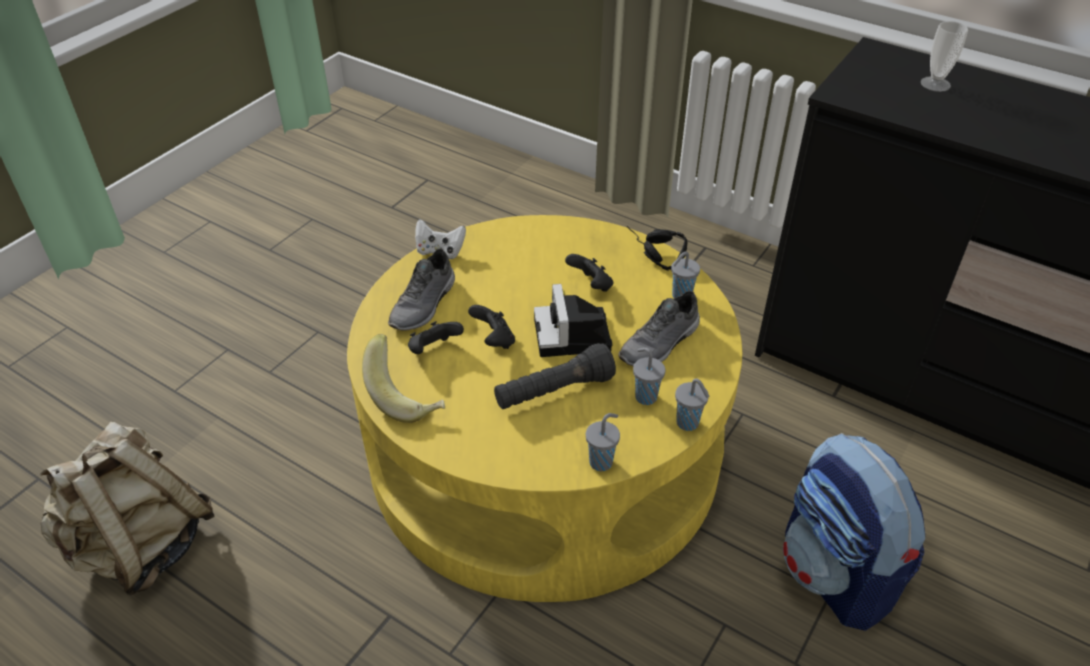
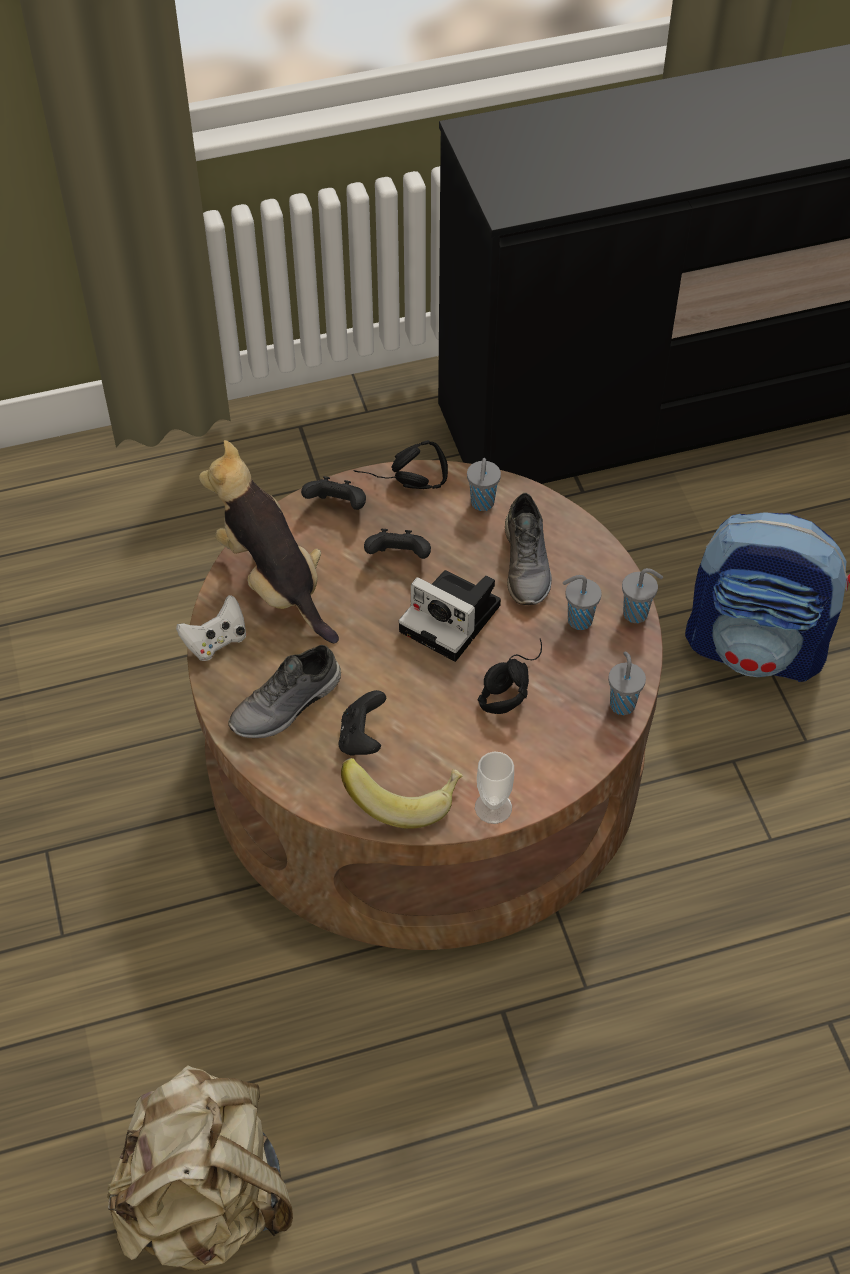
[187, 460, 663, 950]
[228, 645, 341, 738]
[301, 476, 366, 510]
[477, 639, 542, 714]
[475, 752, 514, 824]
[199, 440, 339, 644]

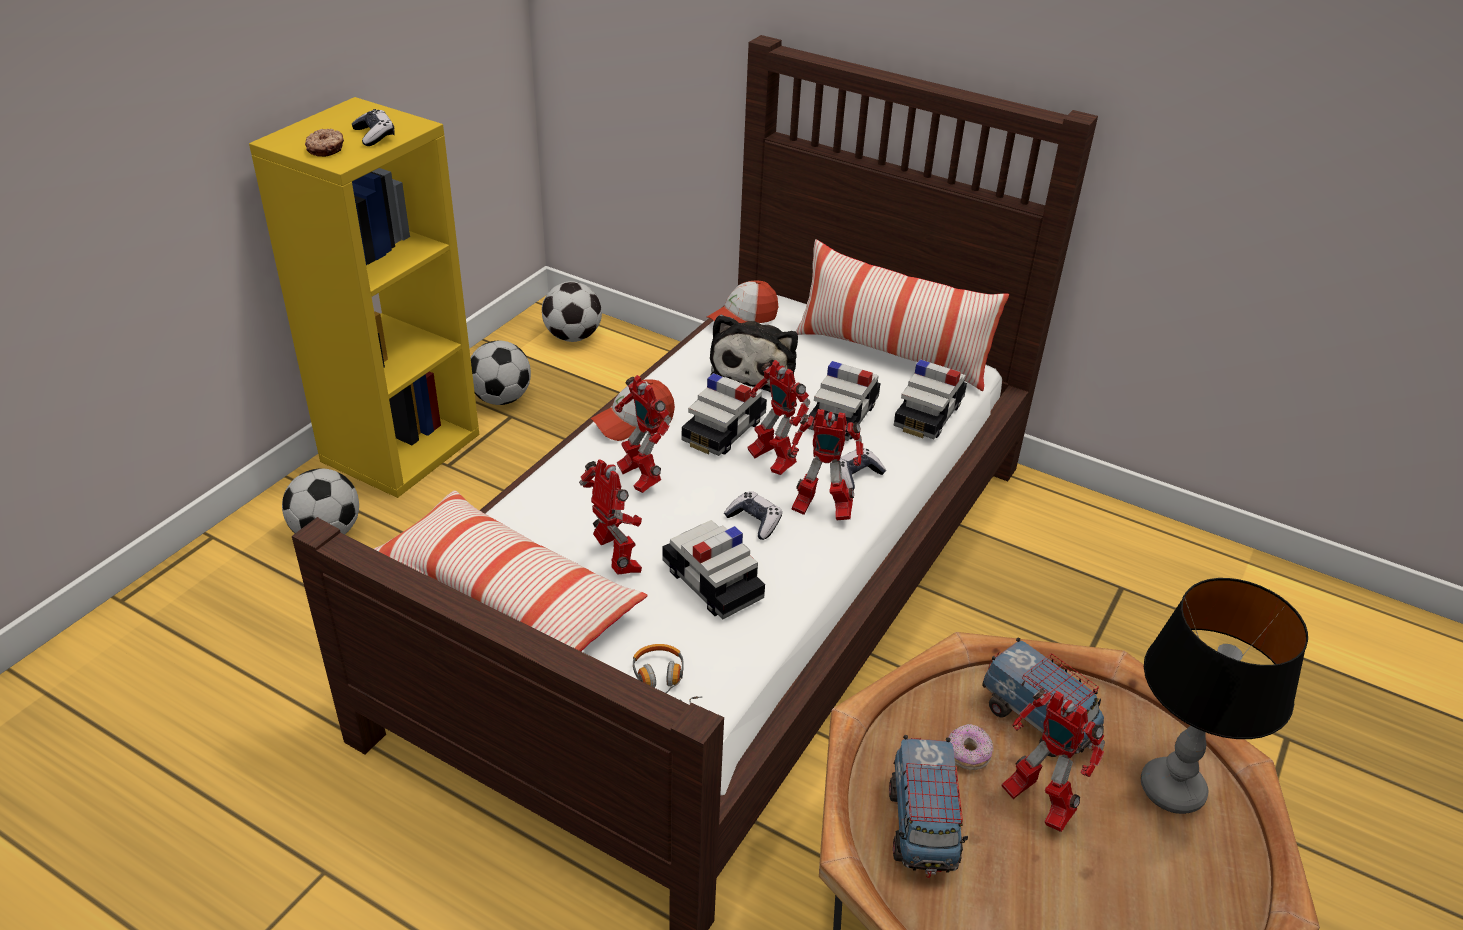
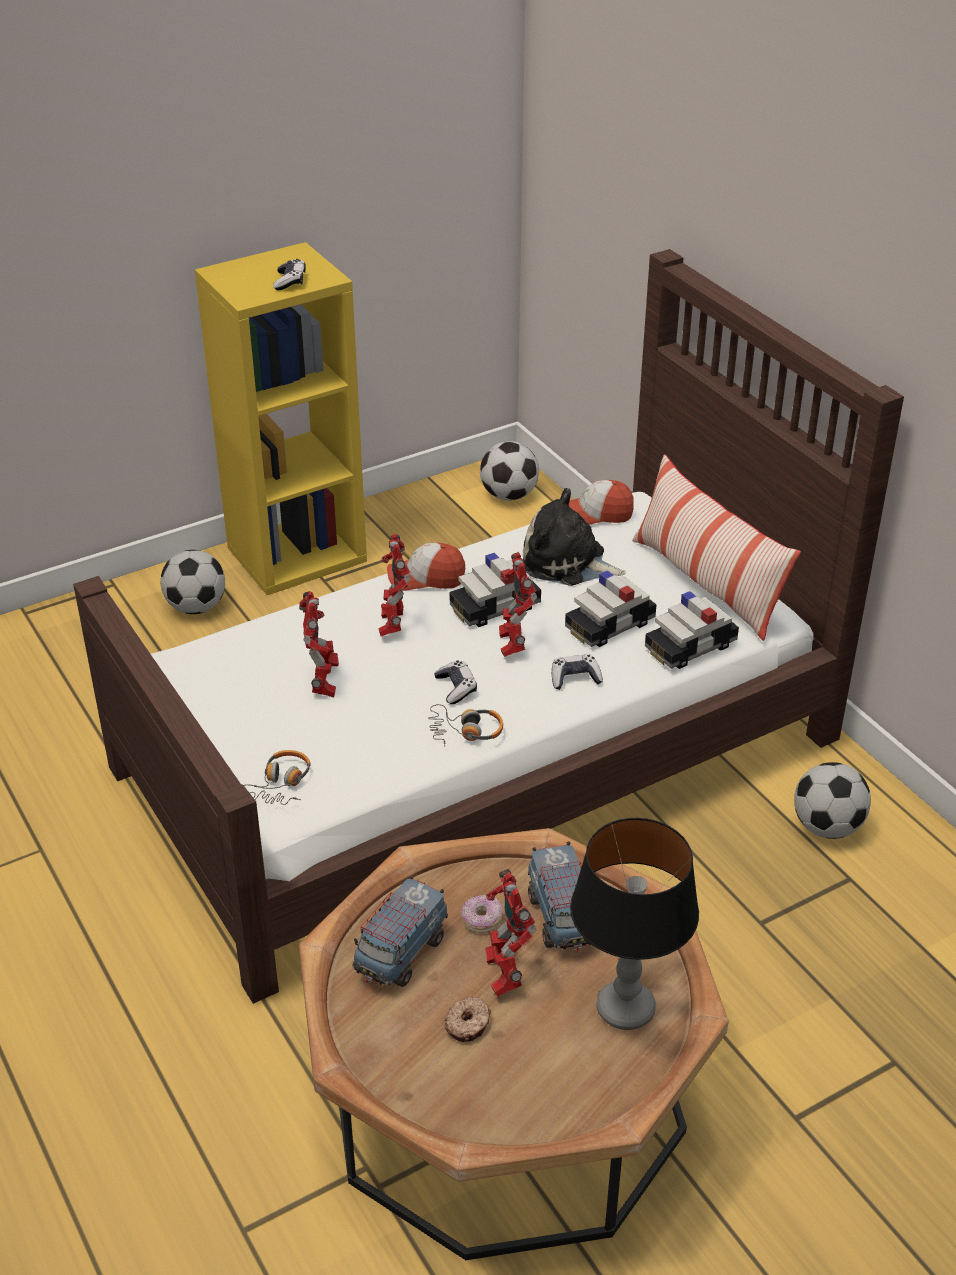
[445, 997, 491, 1042]
[374, 490, 647, 651] (first image)
[794, 762, 871, 839]
[663, 520, 765, 619] (first image)
[522, 488, 626, 586]
[790, 409, 863, 520] (first image)
[428, 704, 503, 746]

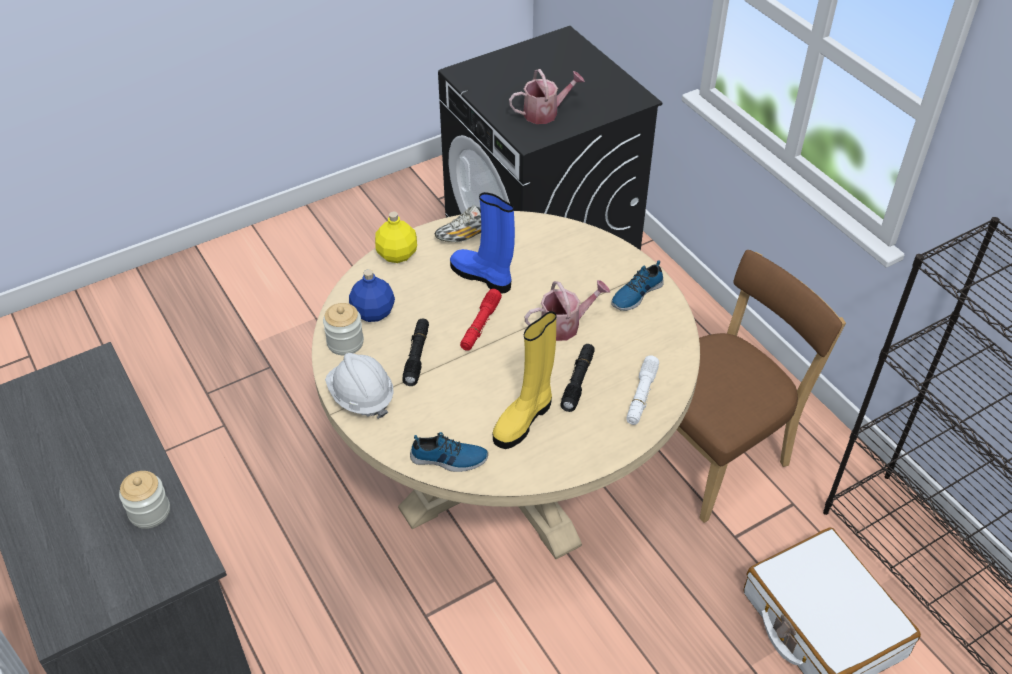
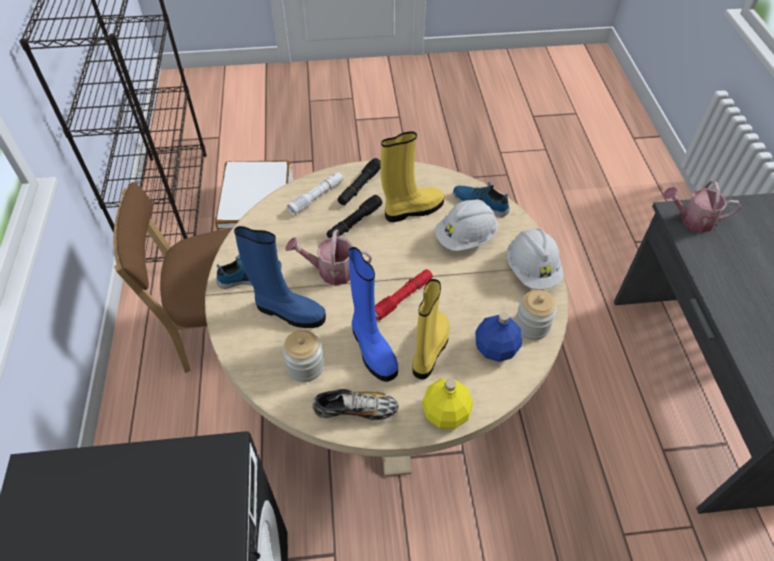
[282, 330, 324, 382]
[338, 158, 381, 205]
[662, 181, 741, 233]
[234, 226, 326, 328]
[412, 279, 450, 379]
[435, 199, 498, 251]

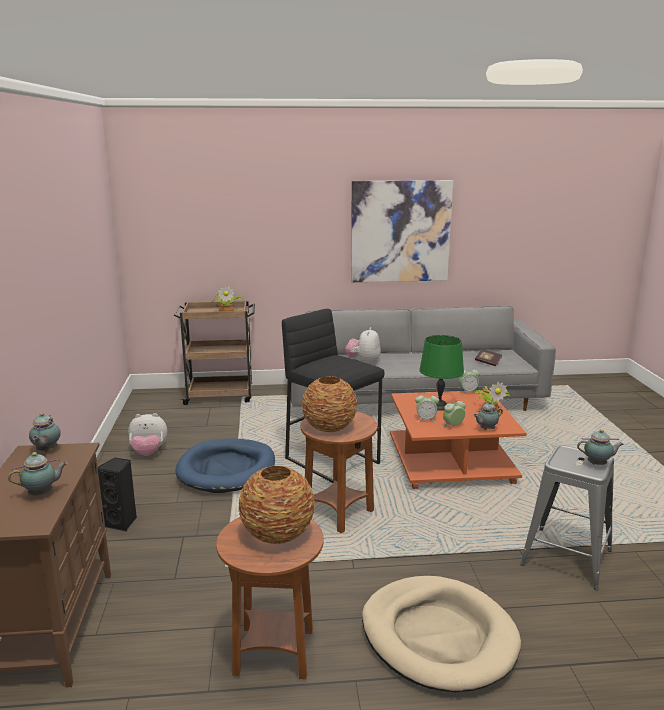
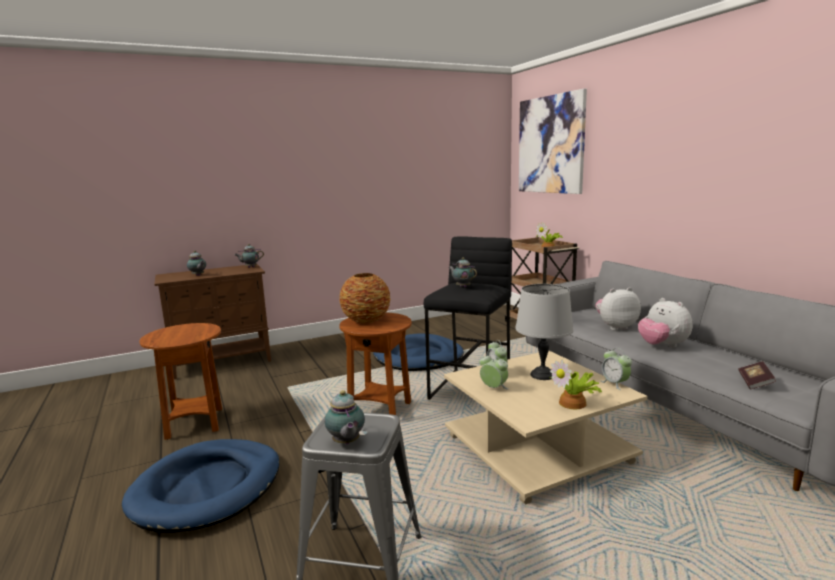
[97, 457, 137, 532] (first image)
[638, 298, 693, 348]
[239, 465, 315, 544] (first image)
[519, 89, 587, 194]
[122, 439, 279, 533]
[444, 351, 647, 504]
[515, 284, 573, 380]
[449, 257, 477, 287]

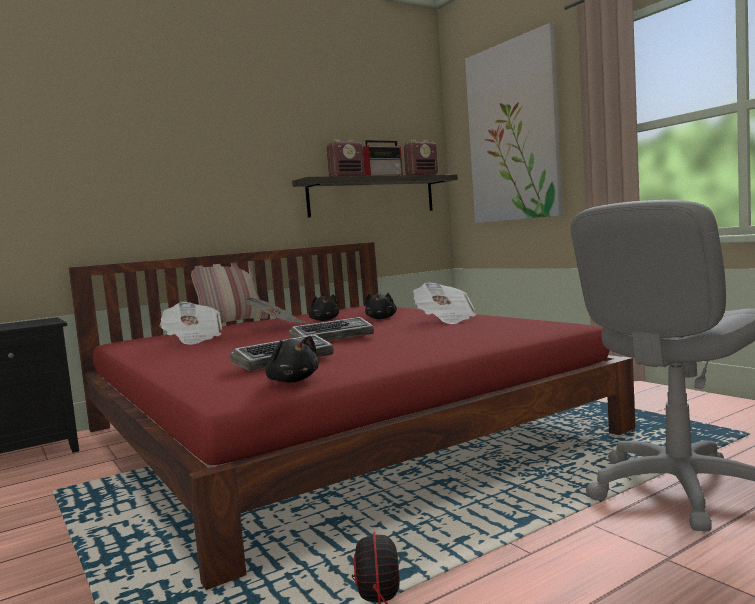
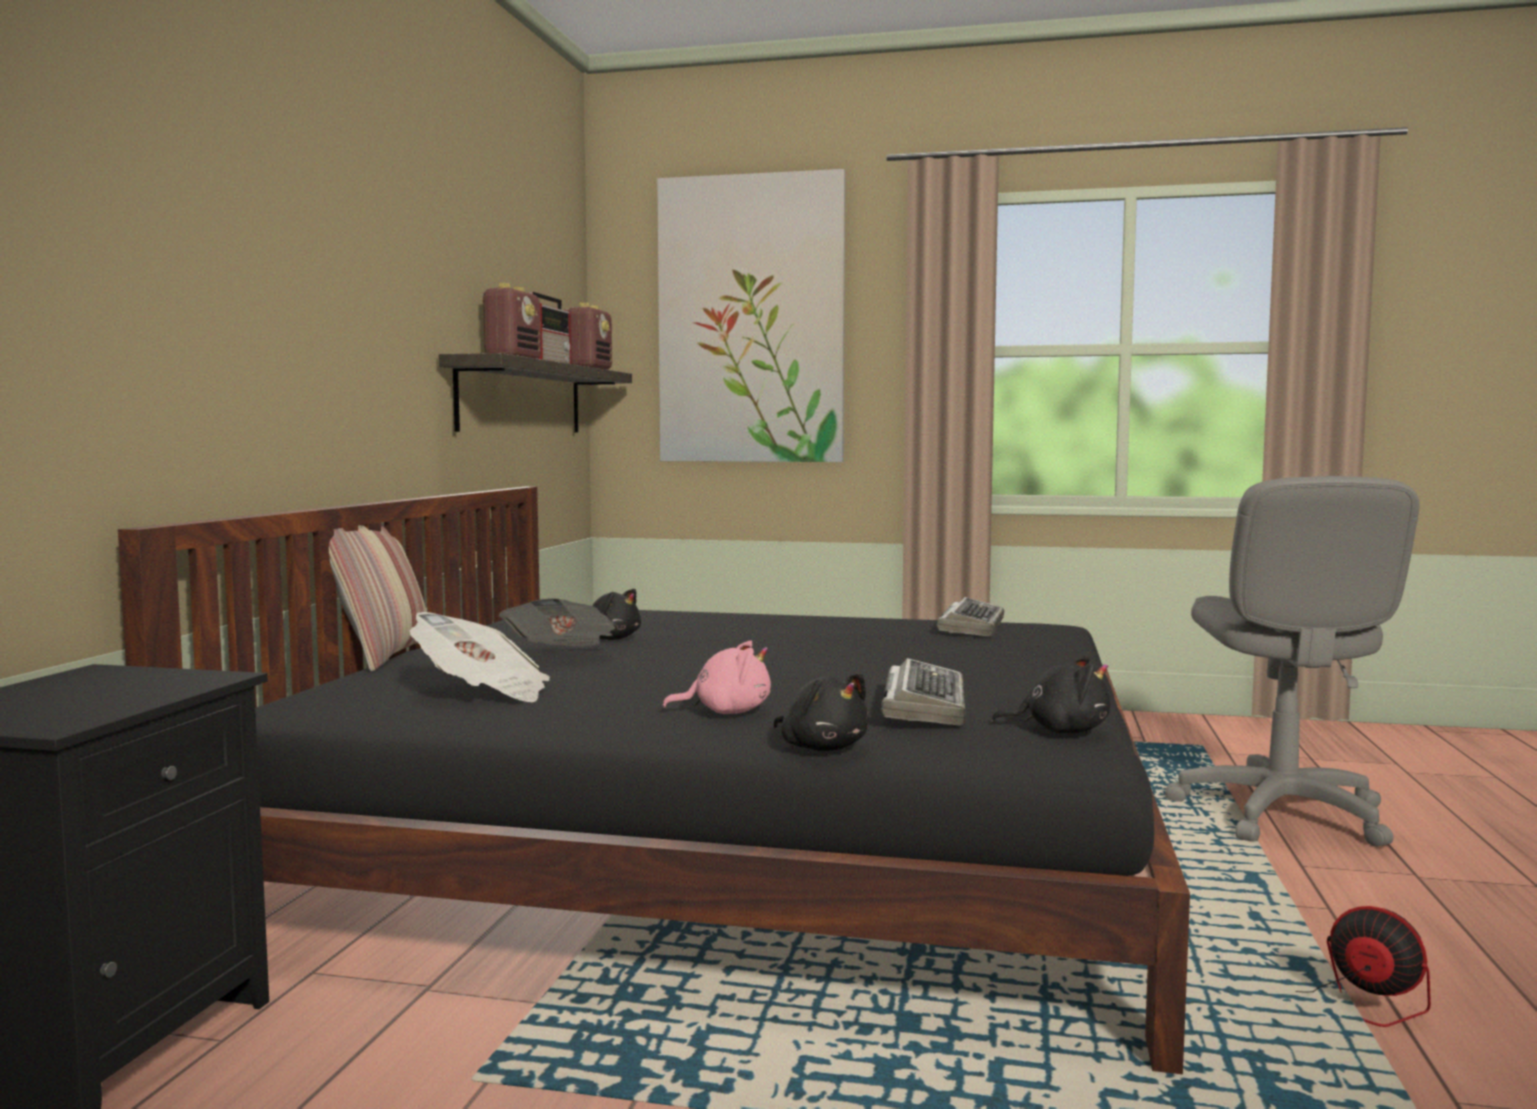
[118, 487, 1190, 1074]
[936, 597, 1004, 637]
[773, 673, 869, 751]
[413, 283, 476, 324] (first image)
[662, 641, 771, 714]

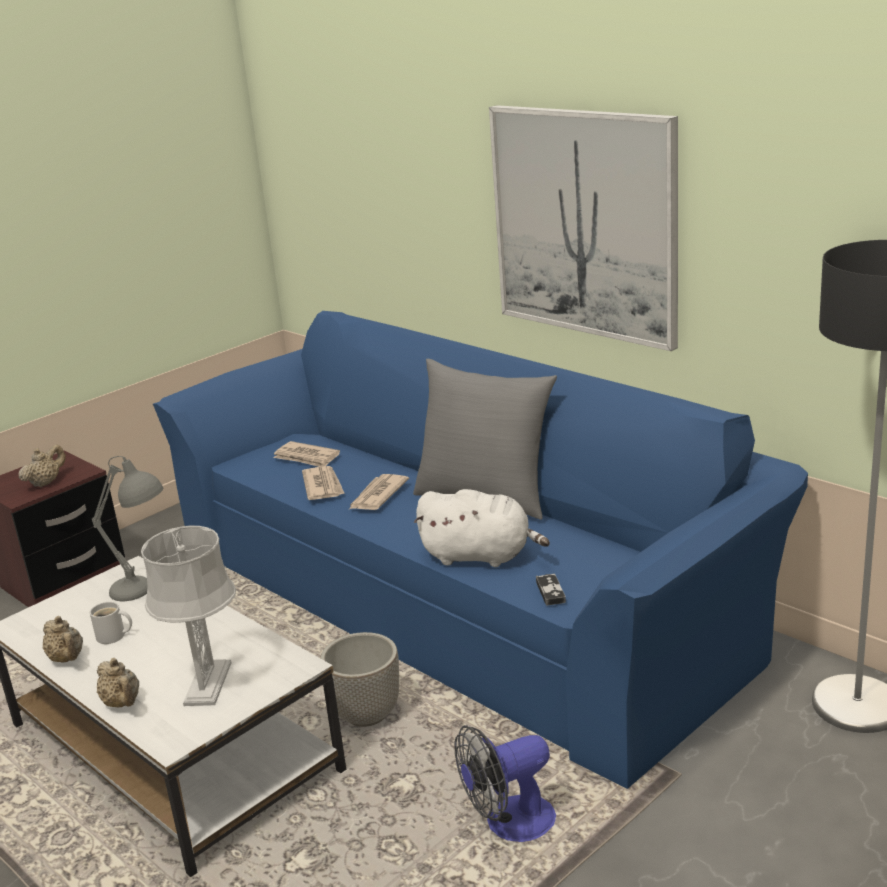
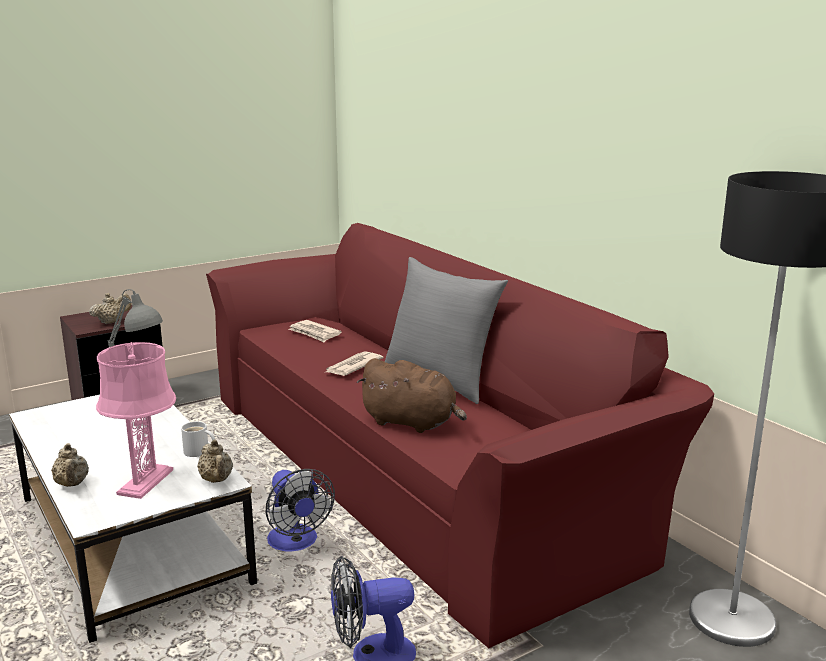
[197, 440, 233, 483]
[181, 421, 215, 457]
[96, 342, 176, 499]
[206, 223, 714, 648]
[302, 466, 345, 500] (first image)
[265, 469, 335, 552]
[357, 358, 467, 433]
[489, 105, 678, 351] (first image)
[536, 574, 566, 606] (first image)

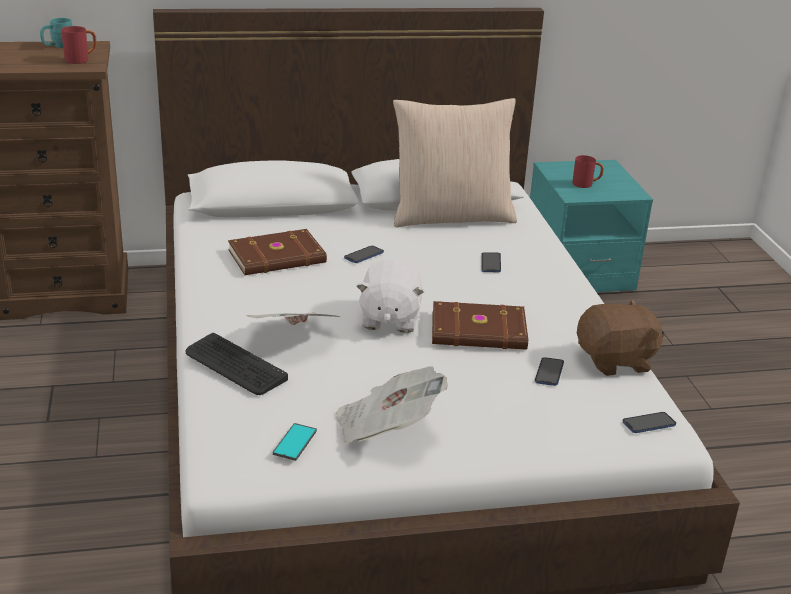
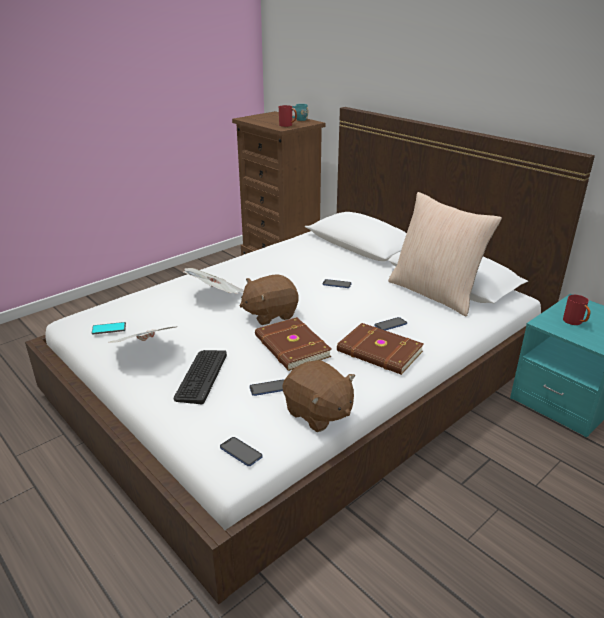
[174, 350, 227, 404]
[337, 323, 424, 375]
[240, 274, 298, 325]

